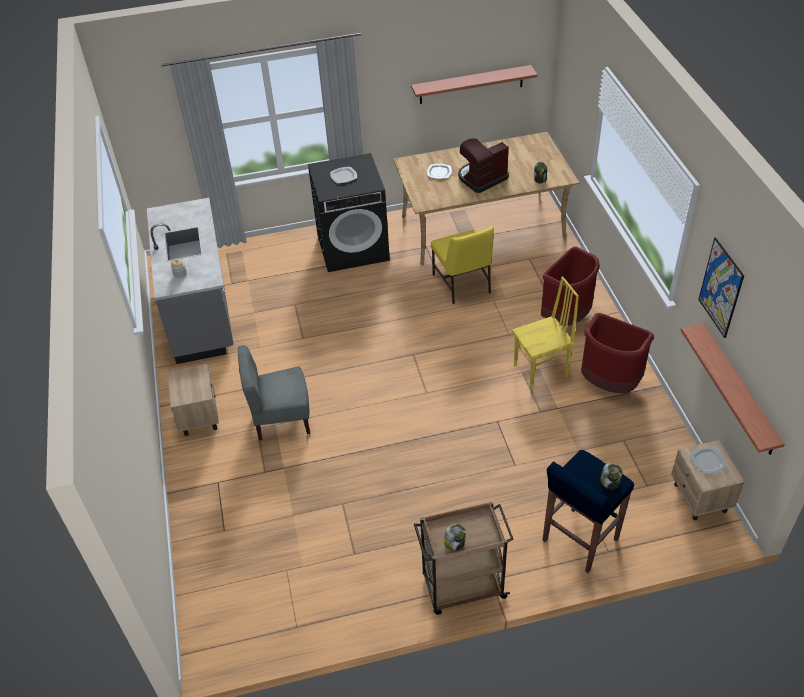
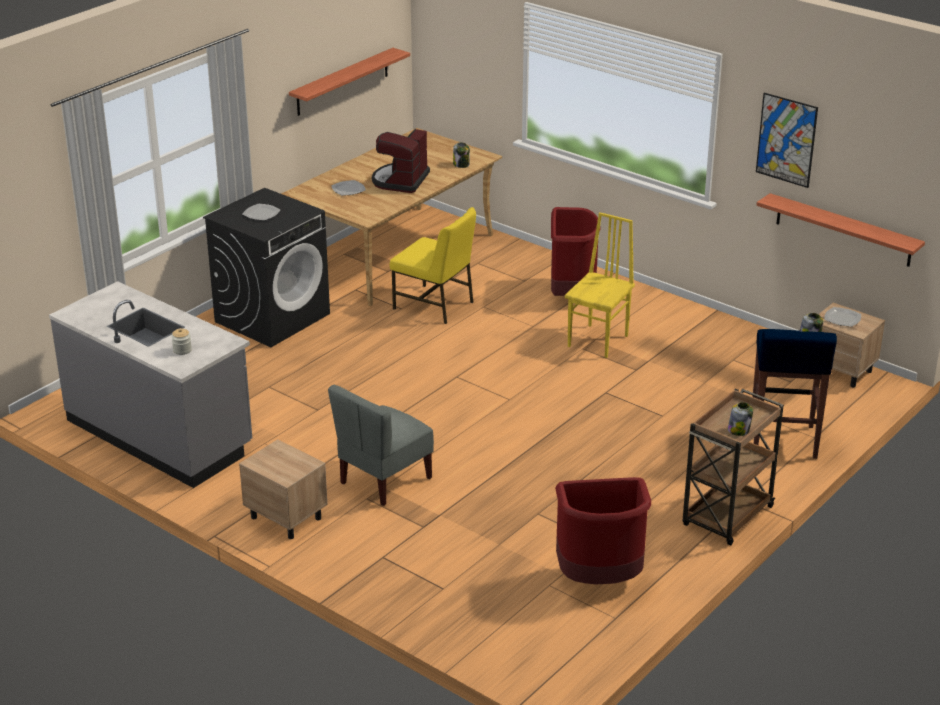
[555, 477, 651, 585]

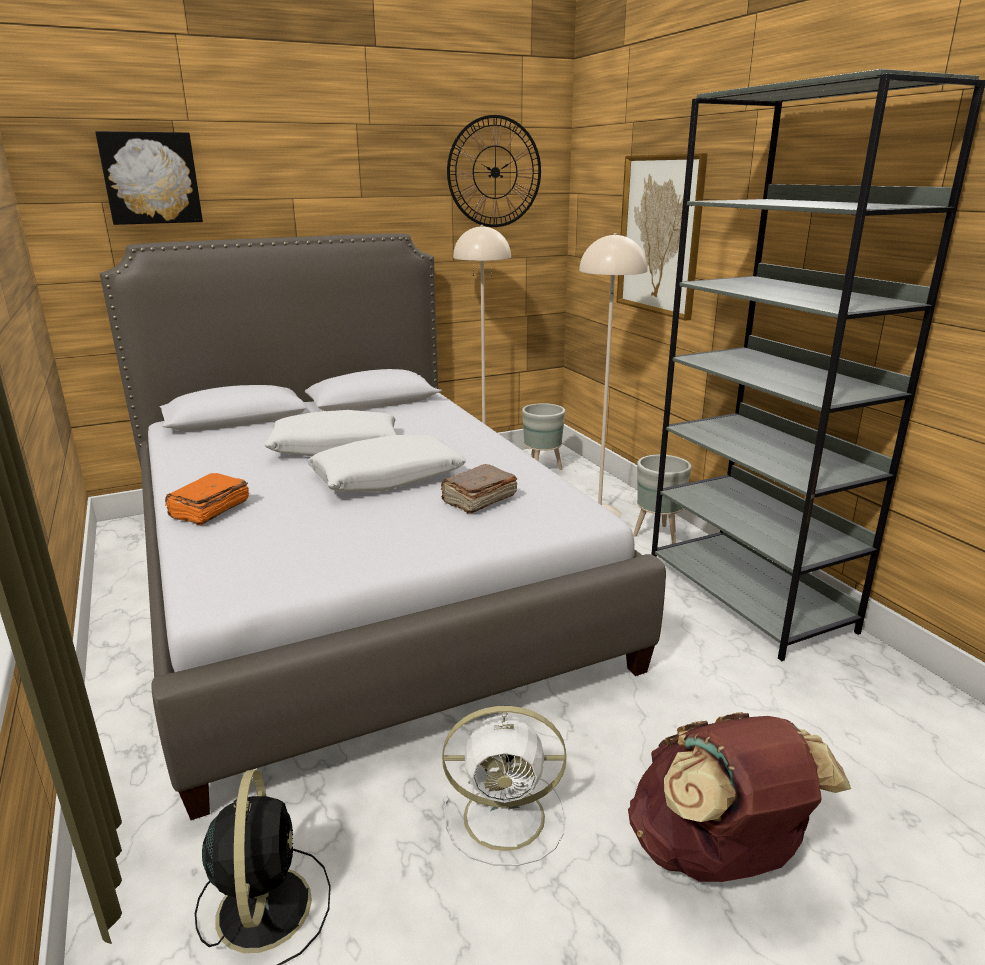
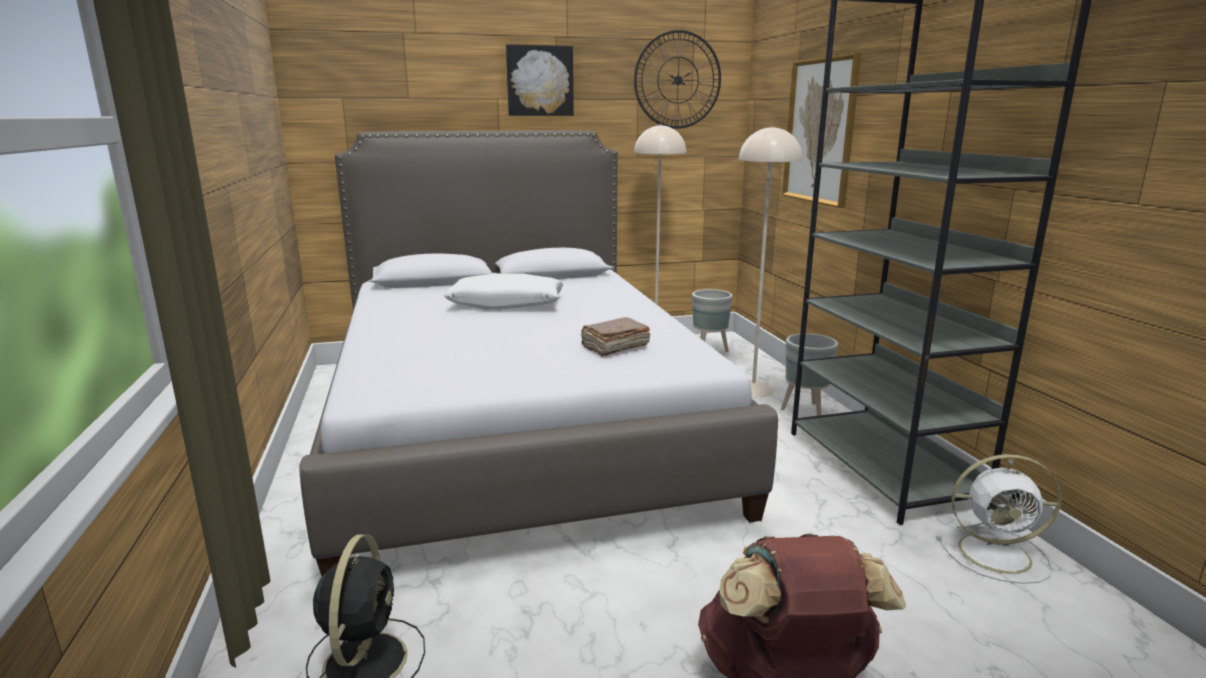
[506, 44, 574, 116]
[165, 473, 249, 526] (first image)
[307, 435, 466, 492] (first image)
[936, 454, 1061, 584]

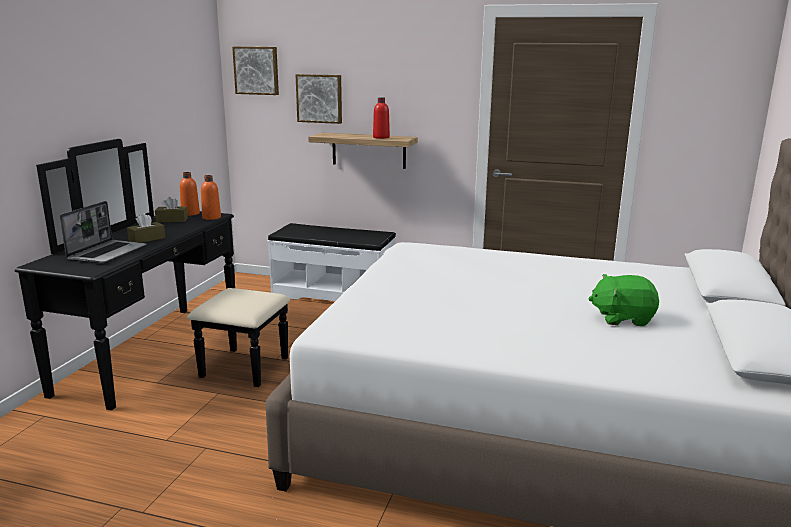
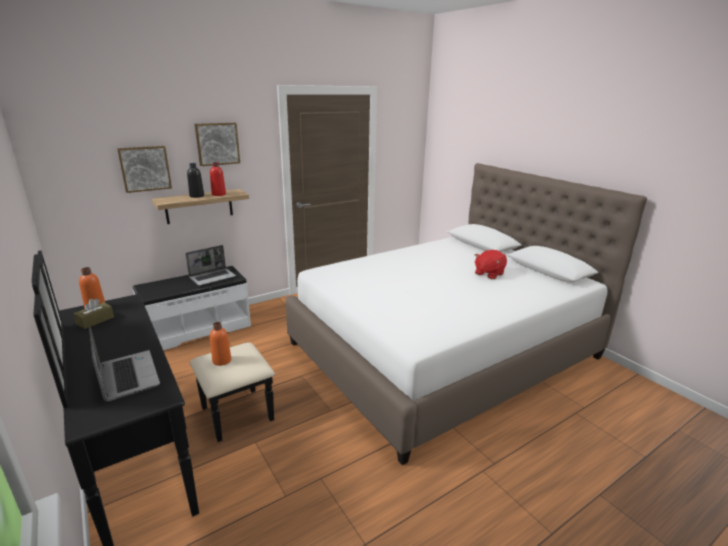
[127, 213, 165, 243] (first image)
[210, 322, 231, 366]
[195, 123, 240, 166]
[475, 250, 507, 279]
[186, 245, 236, 286]
[187, 163, 204, 198]

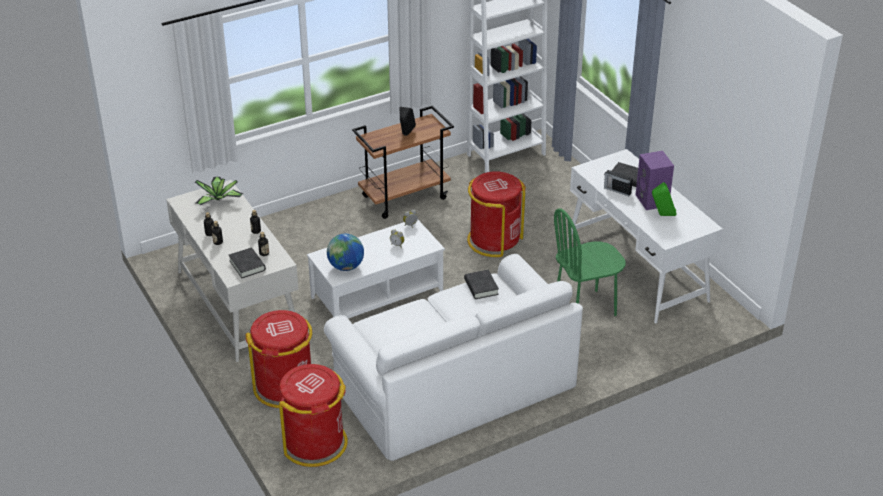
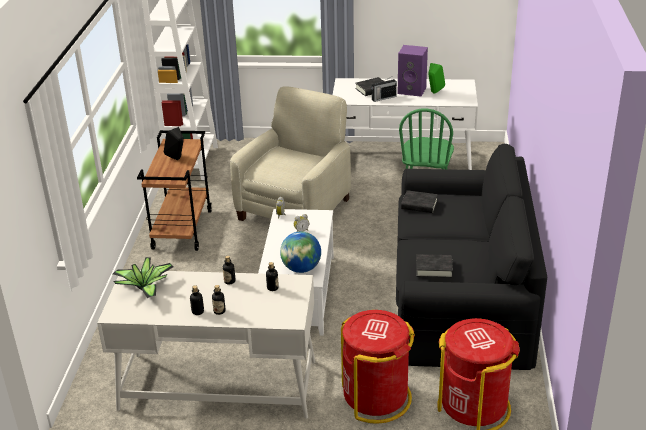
[416, 254, 453, 278]
[396, 144, 547, 370]
[230, 86, 351, 221]

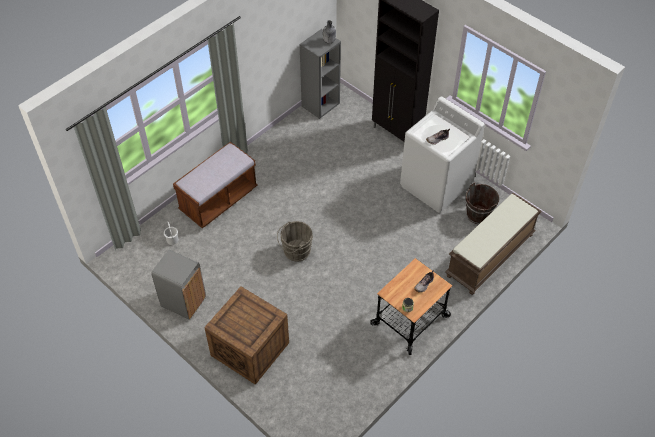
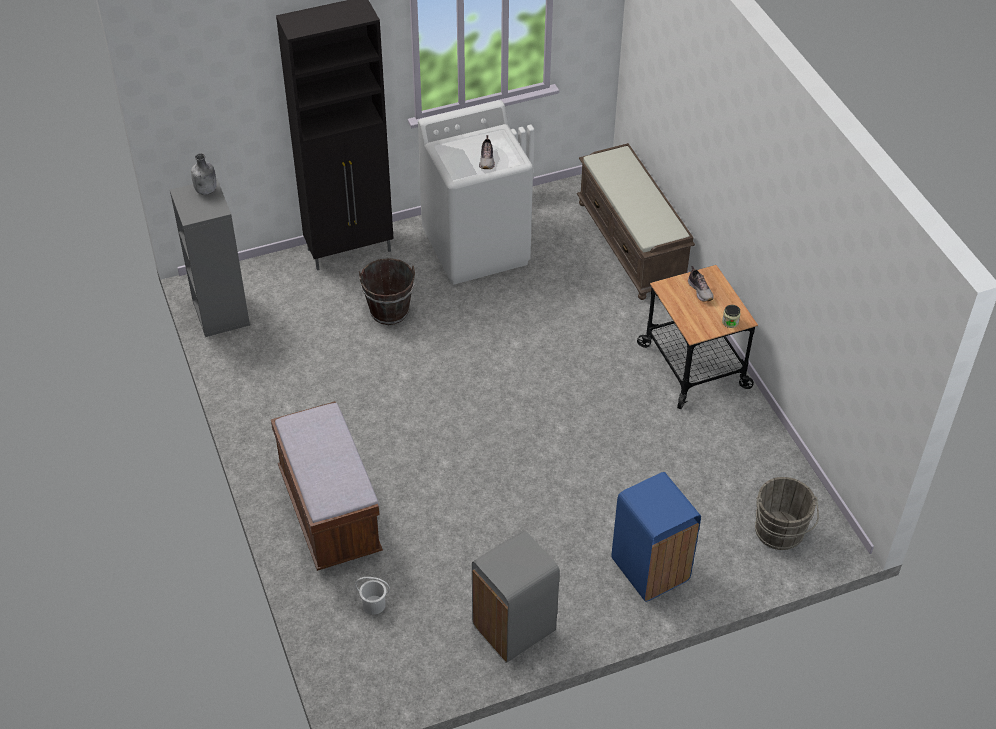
[611, 472, 701, 602]
[755, 477, 819, 550]
[359, 258, 415, 325]

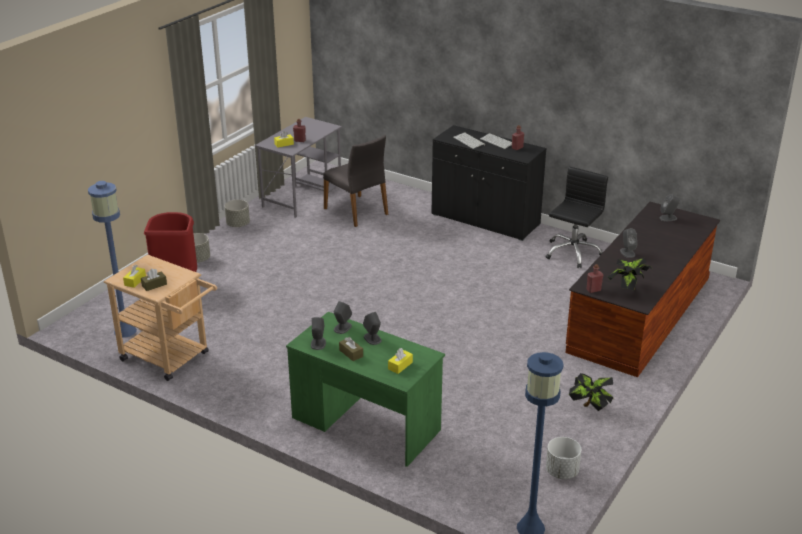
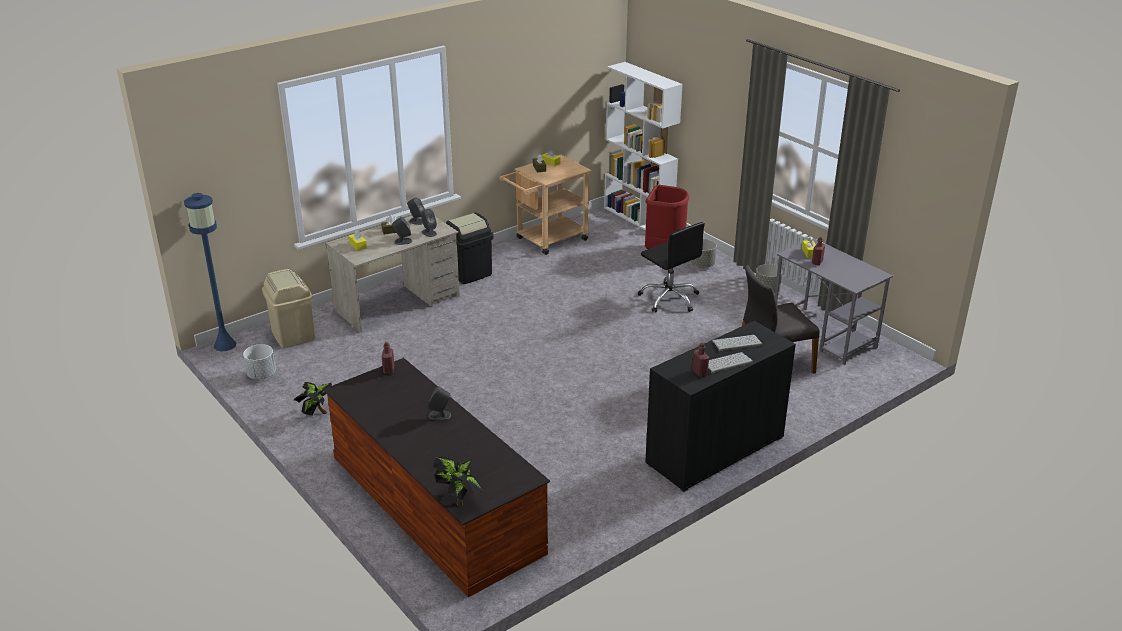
[88, 181, 137, 338] (first image)
[326, 216, 460, 333]
[638, 222, 705, 313]
[433, 456, 483, 506]
[660, 194, 680, 221] (first image)
[262, 269, 315, 348]
[446, 212, 494, 284]
[604, 62, 683, 230]

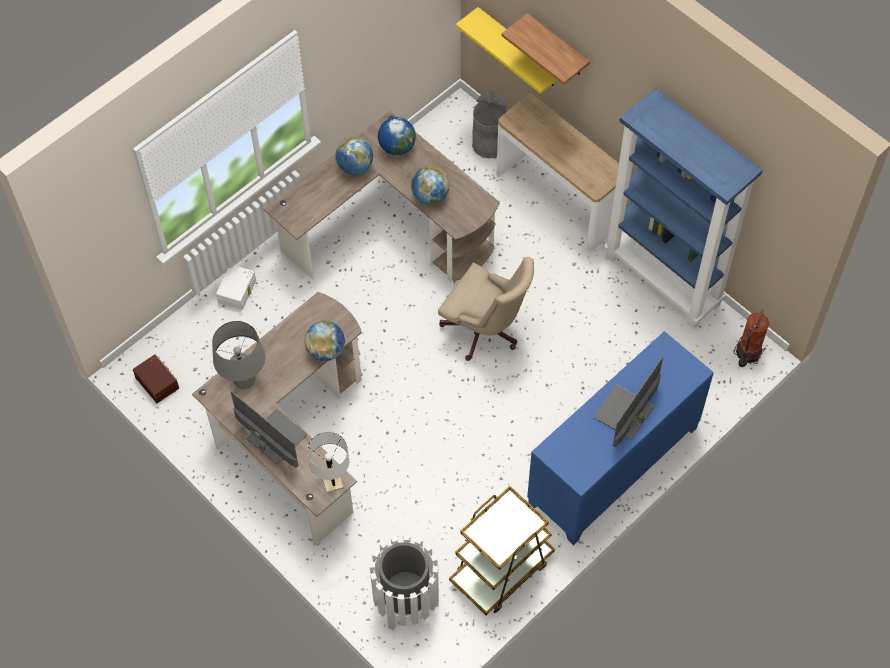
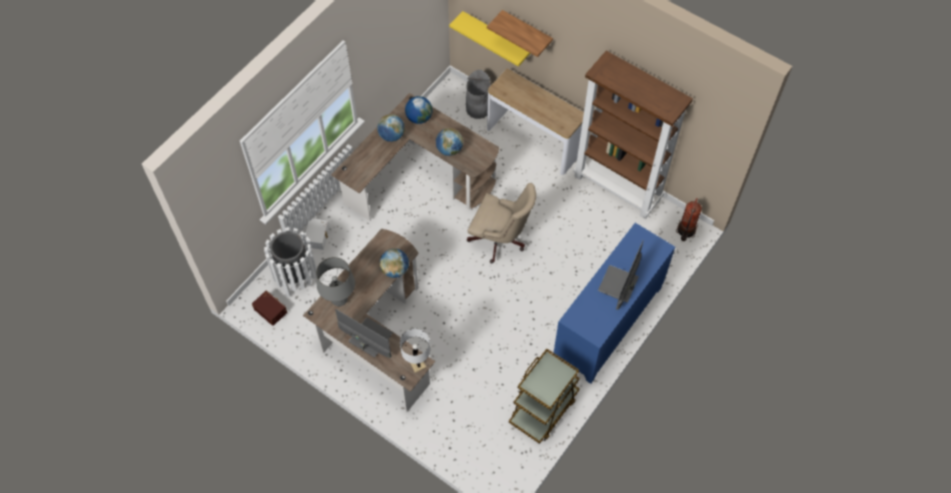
[264, 227, 317, 297]
[573, 51, 693, 219]

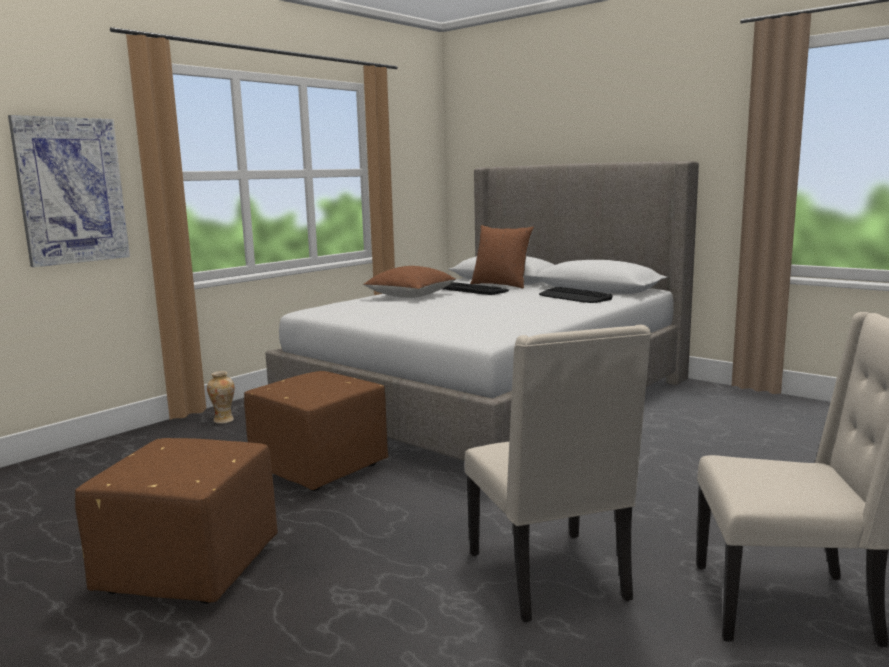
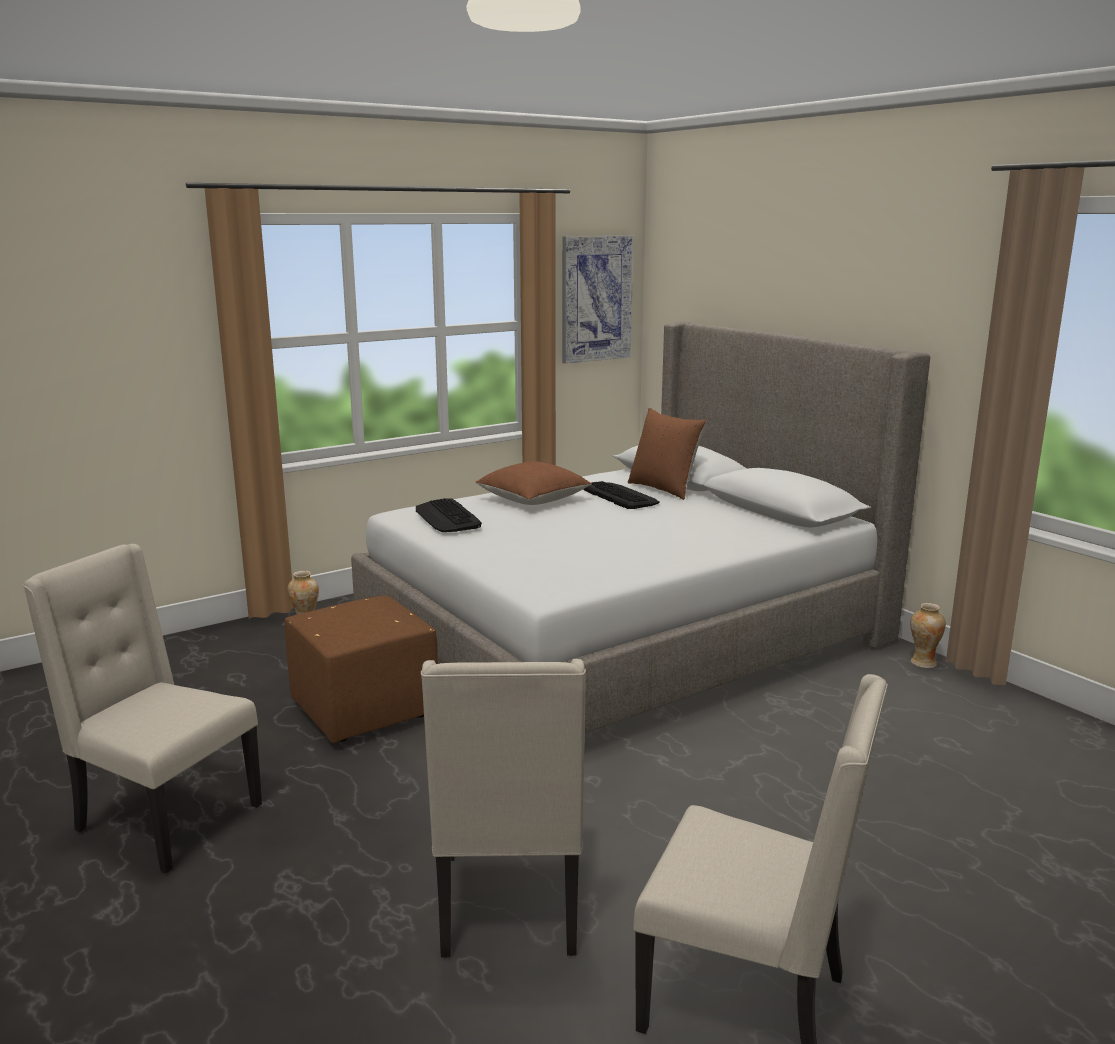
[562, 235, 633, 364]
[23, 544, 262, 873]
[416, 498, 482, 532]
[911, 603, 946, 668]

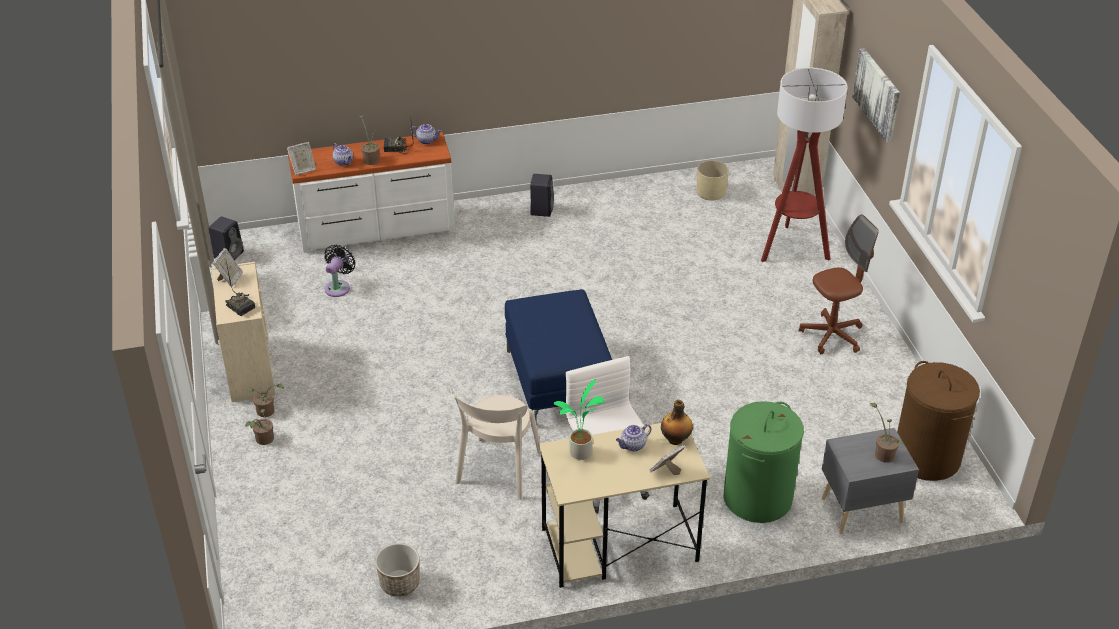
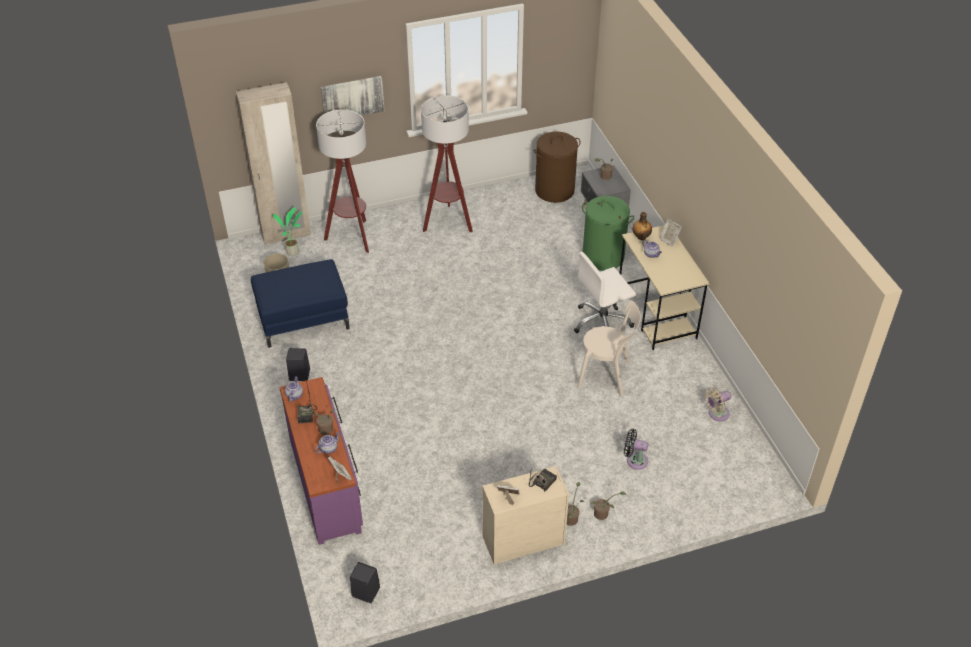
[279, 377, 363, 545]
[624, 429, 649, 470]
[705, 387, 731, 421]
[251, 259, 350, 348]
[273, 207, 302, 256]
[421, 95, 473, 232]

